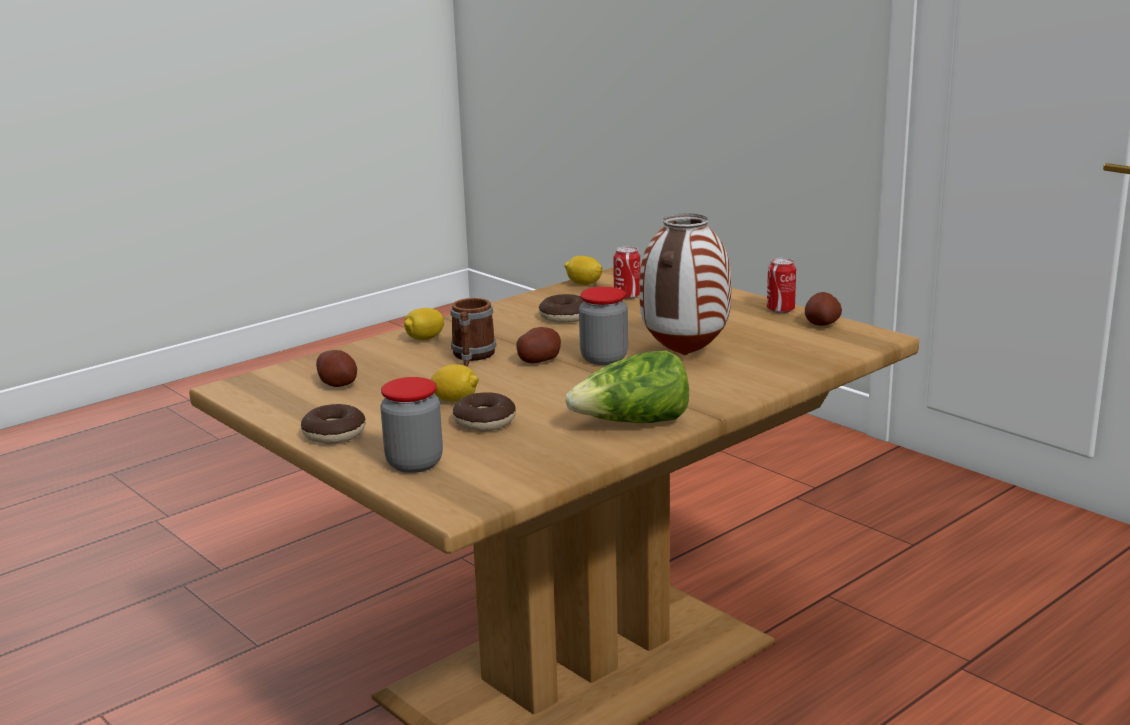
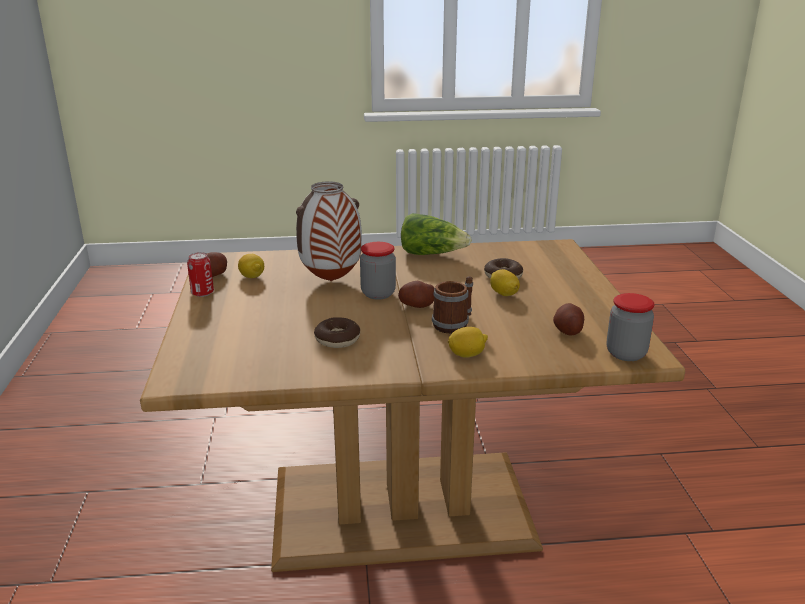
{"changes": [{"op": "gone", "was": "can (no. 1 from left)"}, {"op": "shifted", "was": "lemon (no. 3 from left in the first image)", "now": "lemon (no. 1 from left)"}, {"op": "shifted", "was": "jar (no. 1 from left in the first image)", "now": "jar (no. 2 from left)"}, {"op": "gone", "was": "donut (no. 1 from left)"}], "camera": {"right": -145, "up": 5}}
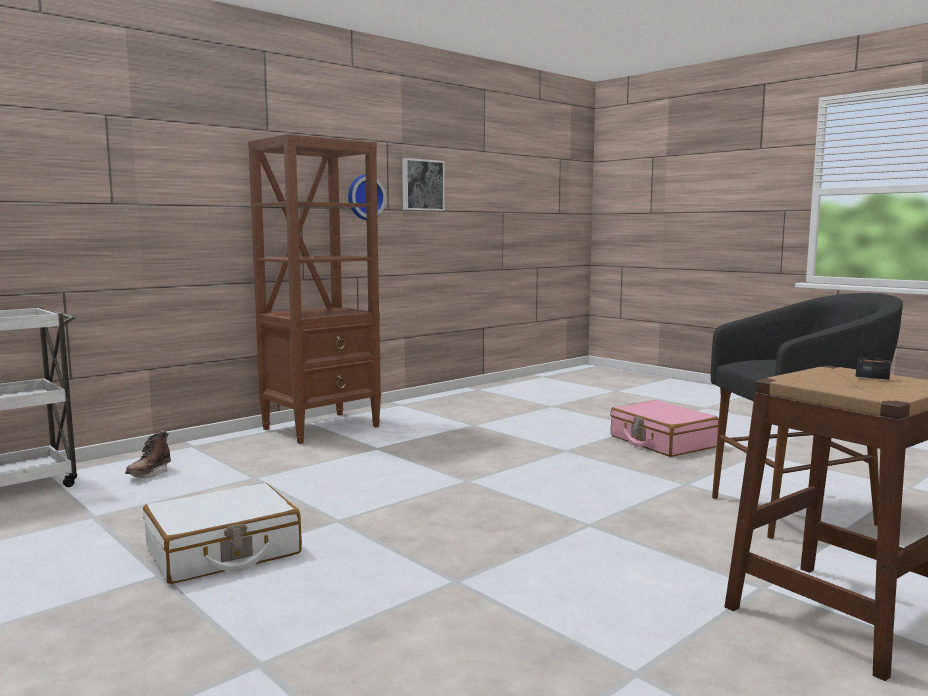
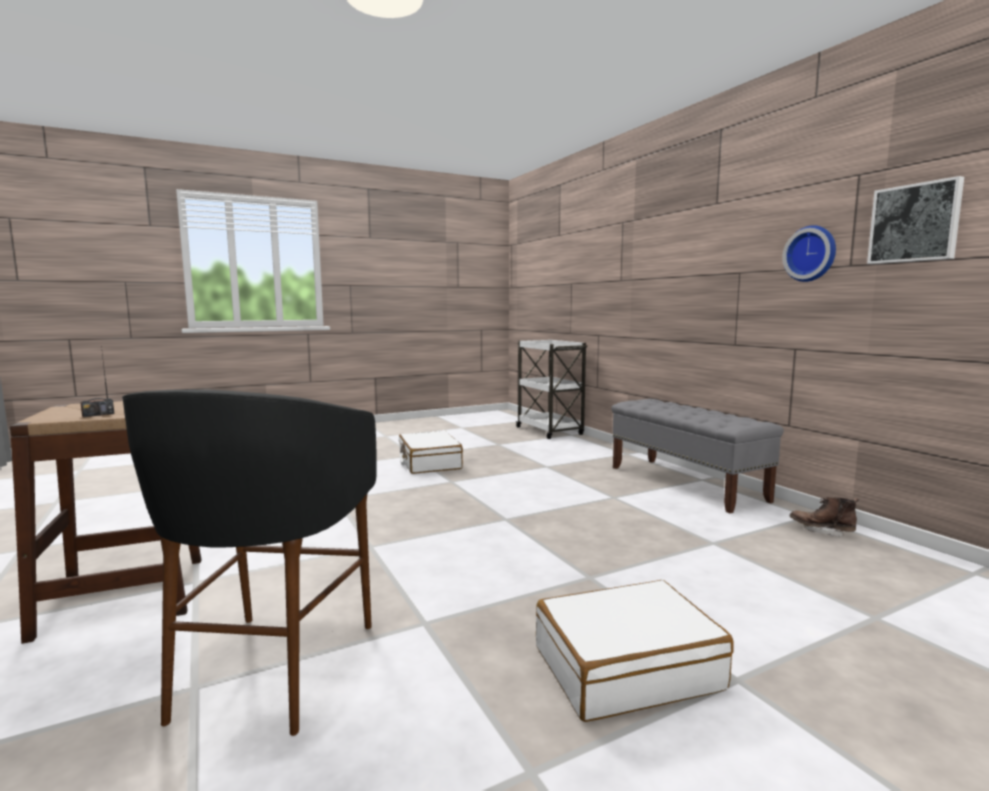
{"changes": [{"op": "swapped", "was": "bookcase in brown", "now": "bench in grey"}, {"op": "repainted", "was": "suitcase in pink", "now": "suitcase in white (no. 2 from left)"}, {"op": "shifted", "was": "boot in brown"}], "camera": {"right": 105, "up": 0}}
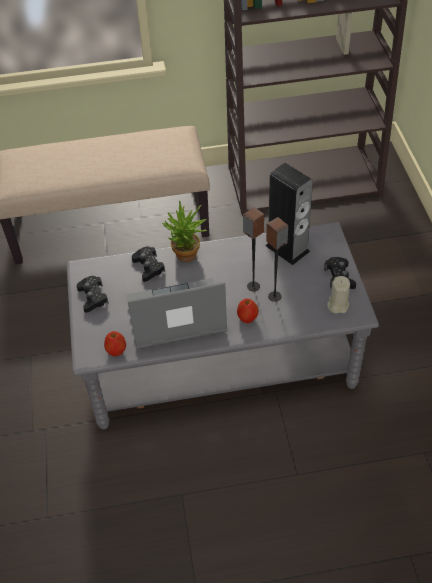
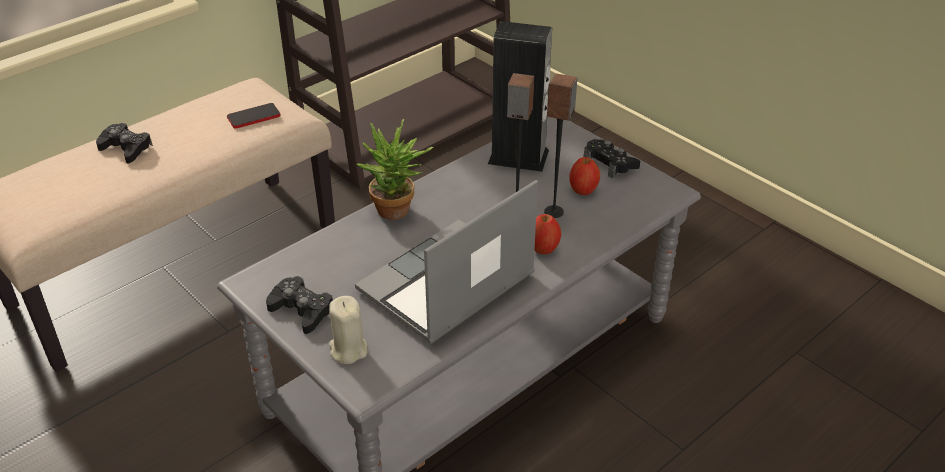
{"changes": [{"op": "shifted", "was": "game controller in black (no. 2 from left in the first image)", "now": "game controller in black (no. 1 from left)"}, {"op": "shifted", "was": "candle in beige"}, {"op": "shifted", "was": "apple (no. 1 from left in the first image)", "now": "apple (no. 2 from left)"}, {"op": "new", "now": "phone"}], "camera": {"right": -35, "up": -10}}
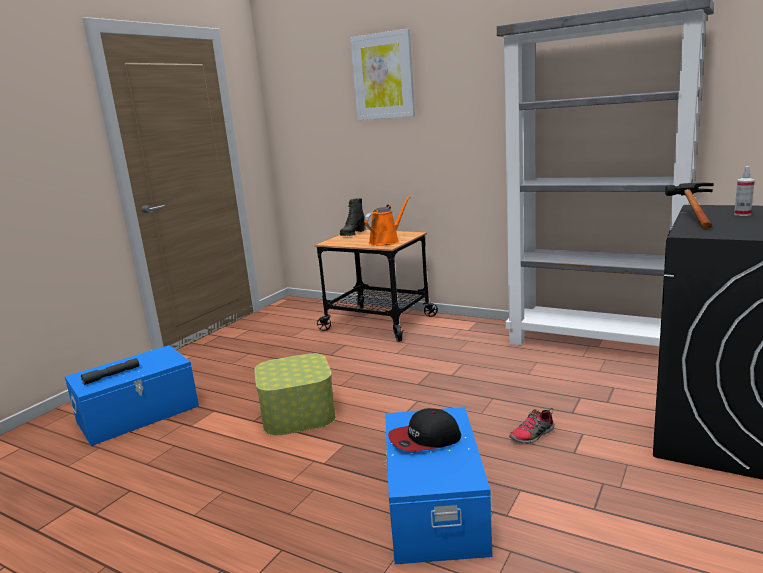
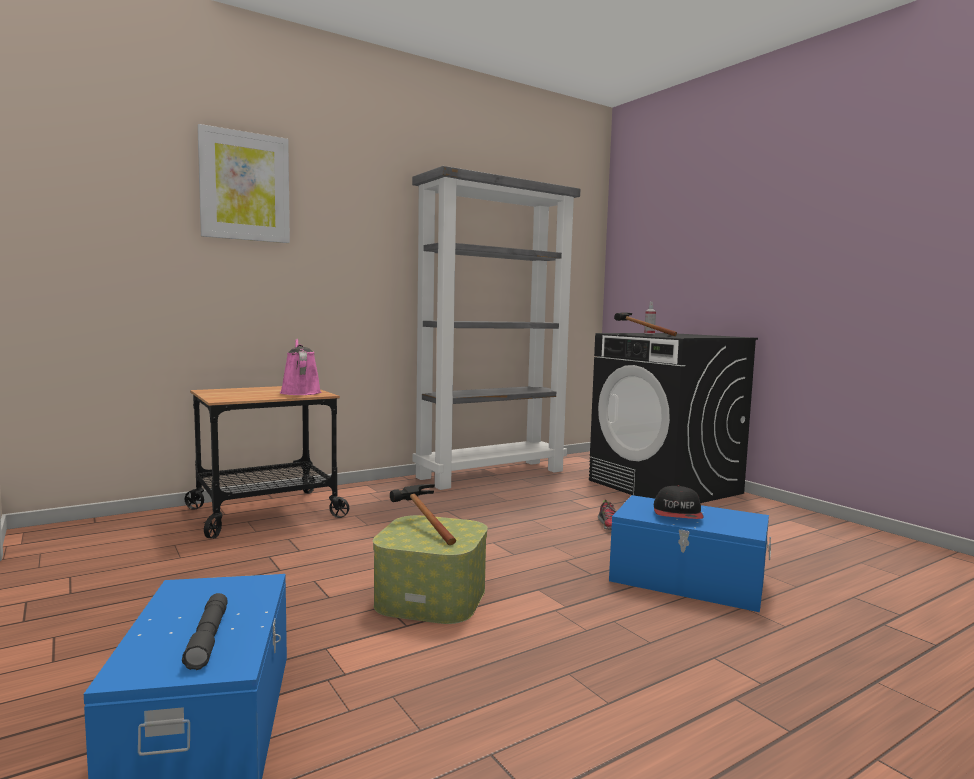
{"changes": [{"op": "repainted", "was": "watering can in orange", "now": "watering can in pink"}, {"op": "gone", "was": "boot in black"}, {"op": "new", "now": "hammer (no. 1 from left)"}], "camera": {"right": -65, "up": -10}}
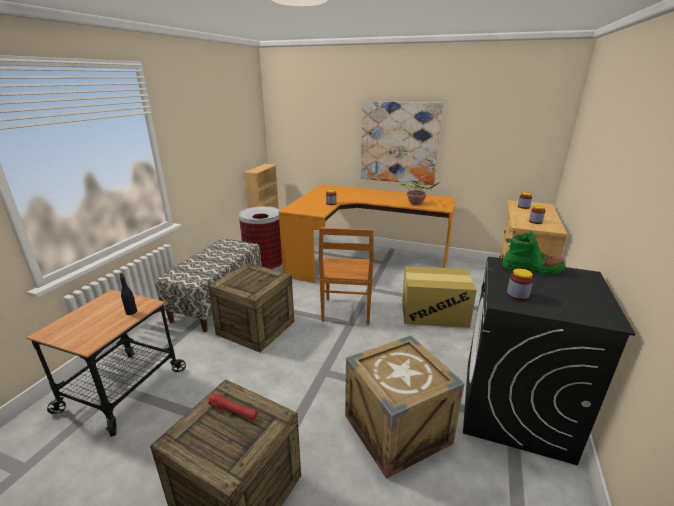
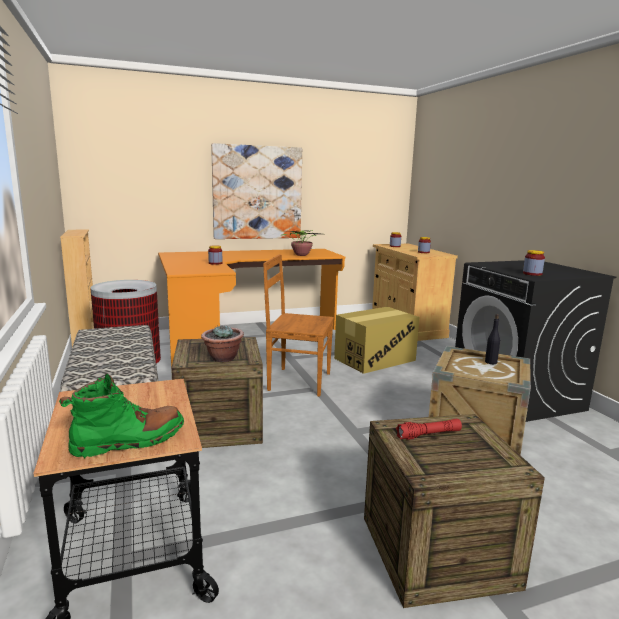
{"changes": [{"op": "rotated", "was": "chair in brown", "clockwise": 135}, {"op": "shifted", "was": "boot in green"}, {"op": "shifted", "was": "bottle in black"}, {"op": "new", "now": "potted plant (no. 1 from left)"}], "camera": {"right": -40, "up": -10}}
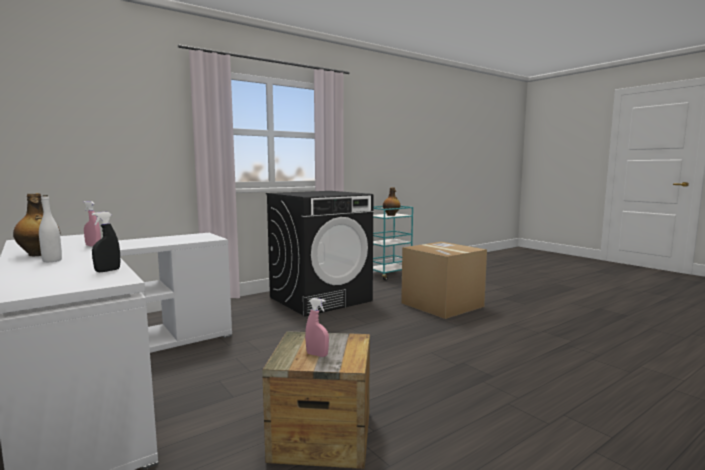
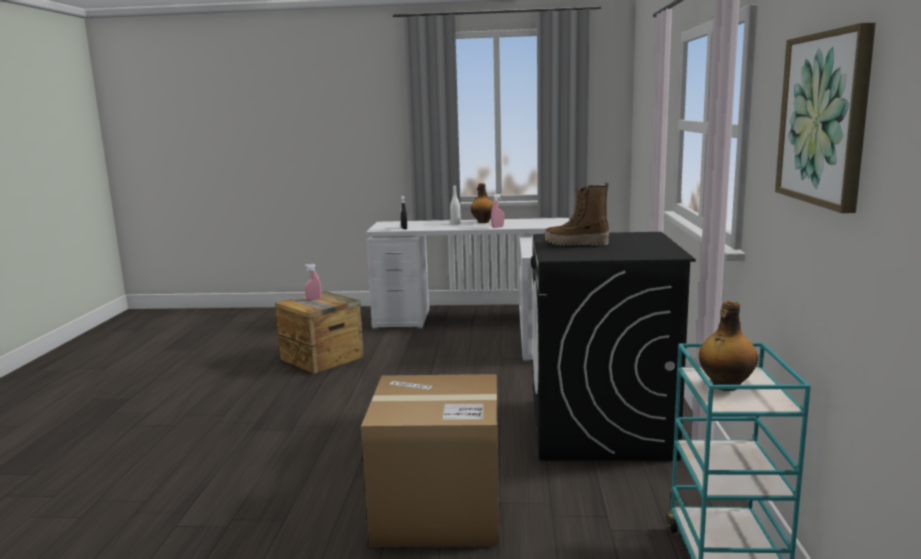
{"changes": [{"op": "new", "now": "picture"}, {"op": "new", "now": "boot"}], "camera": {"right": 130, "up": 5}}
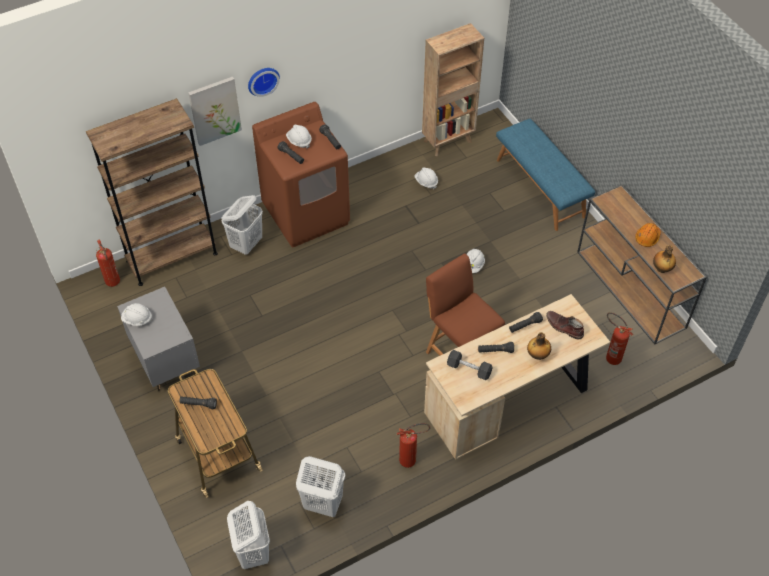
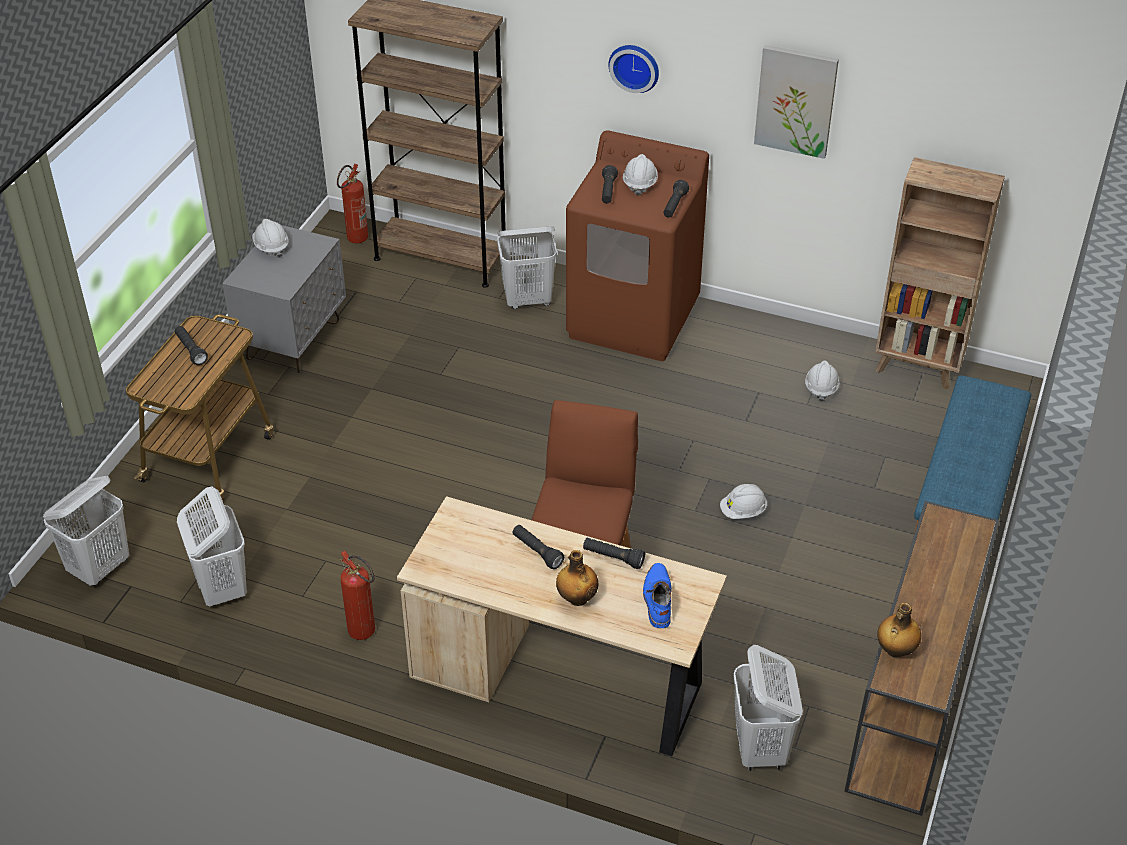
{"changes": [{"op": "shifted", "was": "picture"}, {"op": "gone", "was": "hard hat in orange"}, {"op": "repainted", "was": "boot in brown", "now": "boot in blue"}, {"op": "swapped", "was": "fire extinguisher (no. 3 from left)", "now": "laundry basket in white (no. 4 from left)"}, {"op": "gone", "was": "dumbbell in black"}], "camera": {"right": 50, "up": -10}}
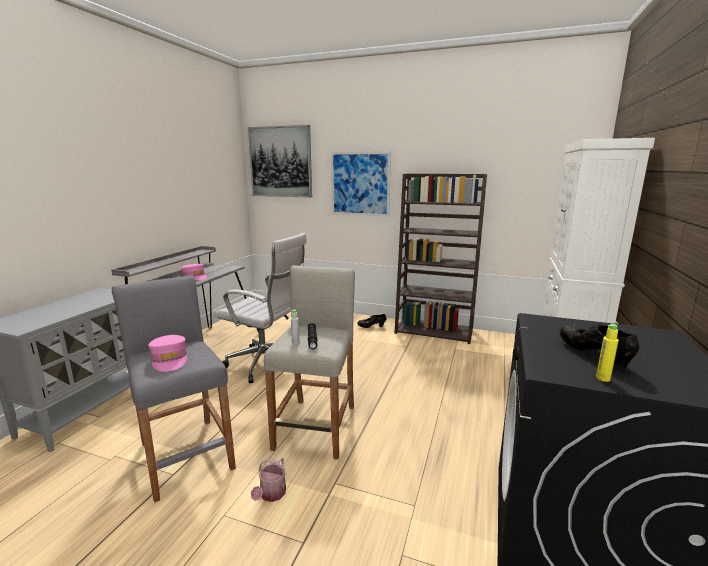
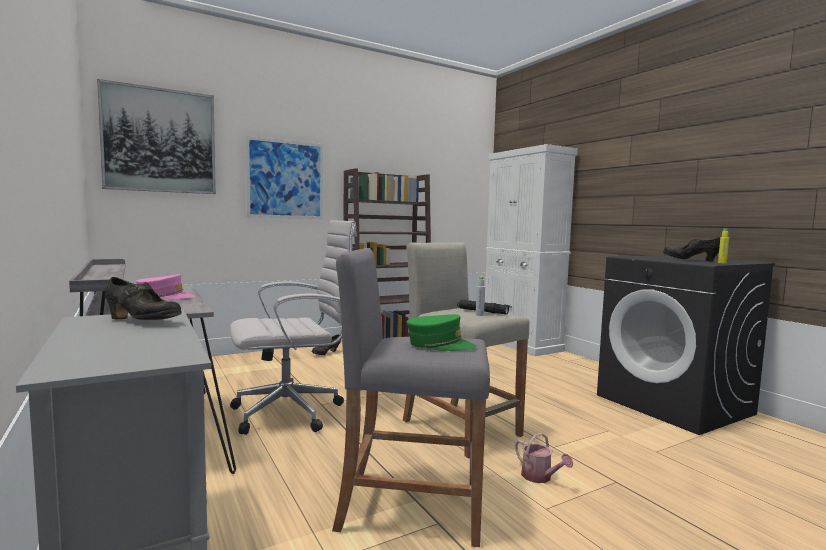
{"changes": [{"op": "repainted", "was": "cap in pink (no. 1 from left)", "now": "cap in green"}, {"op": "new", "now": "shoe in black (no. 1 from left)"}], "camera": {"right": -50, "up": -10}}
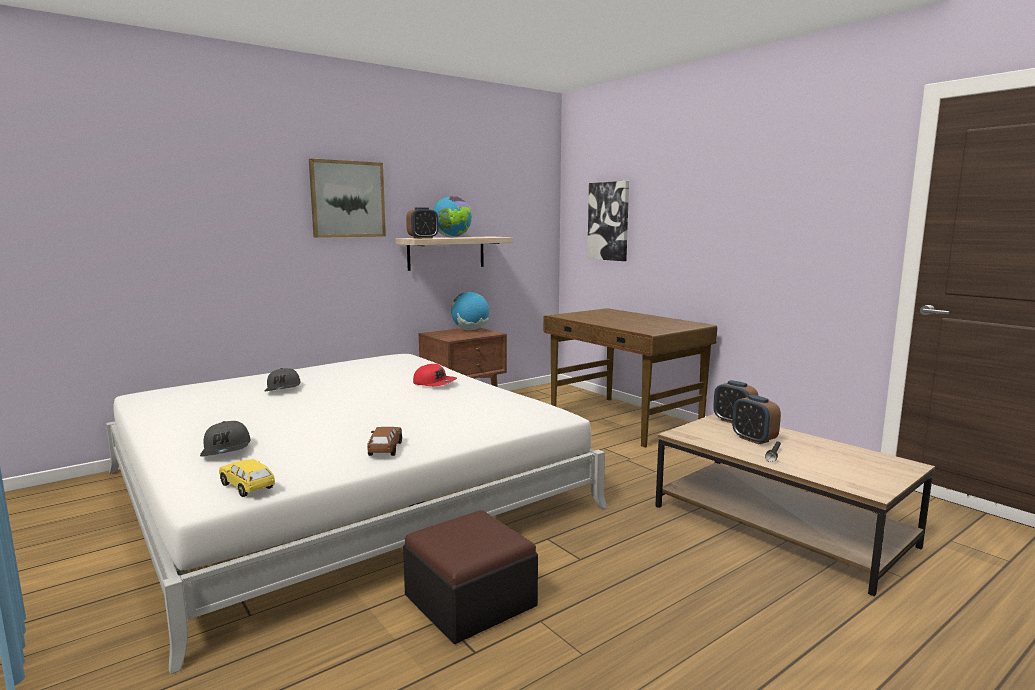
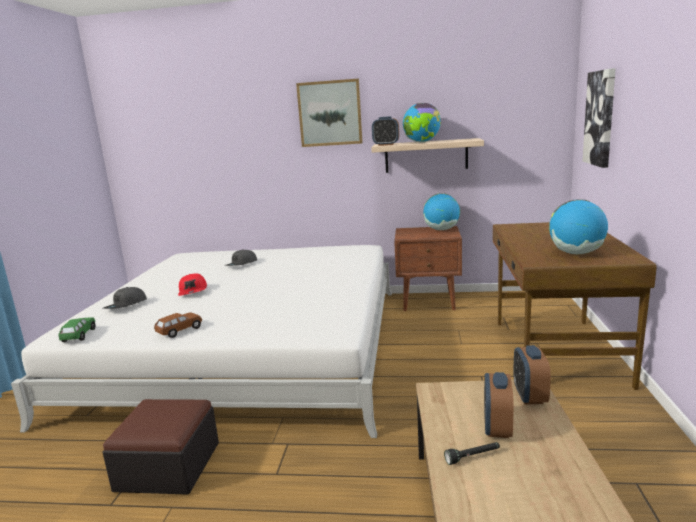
{"changes": [{"op": "shifted", "was": "cap in red"}, {"op": "repainted", "was": "toy car in yellow", "now": "toy car in green"}, {"op": "new", "now": "globe (no. 3 from left)"}], "camera": {"right": 45, "up": 5}}
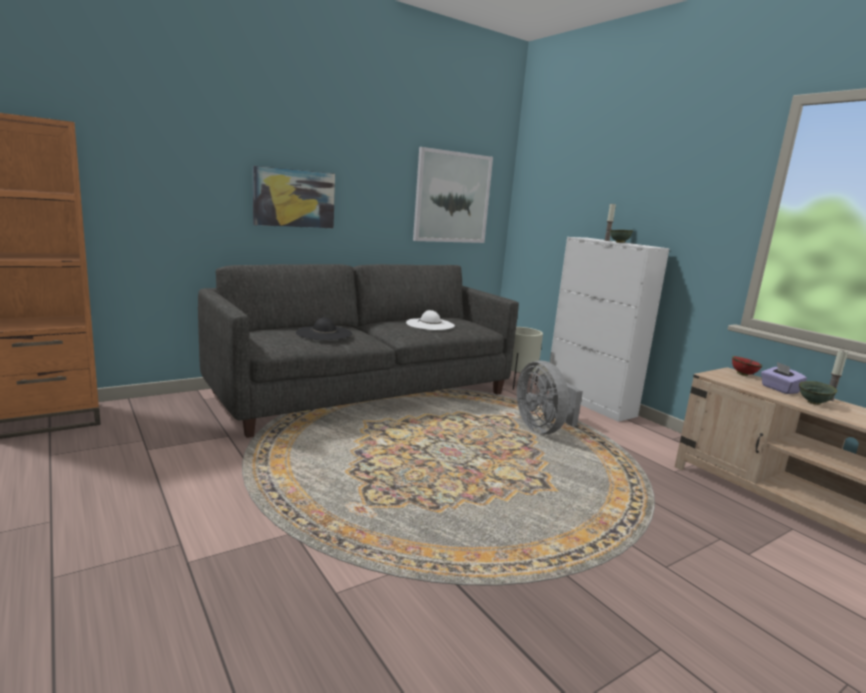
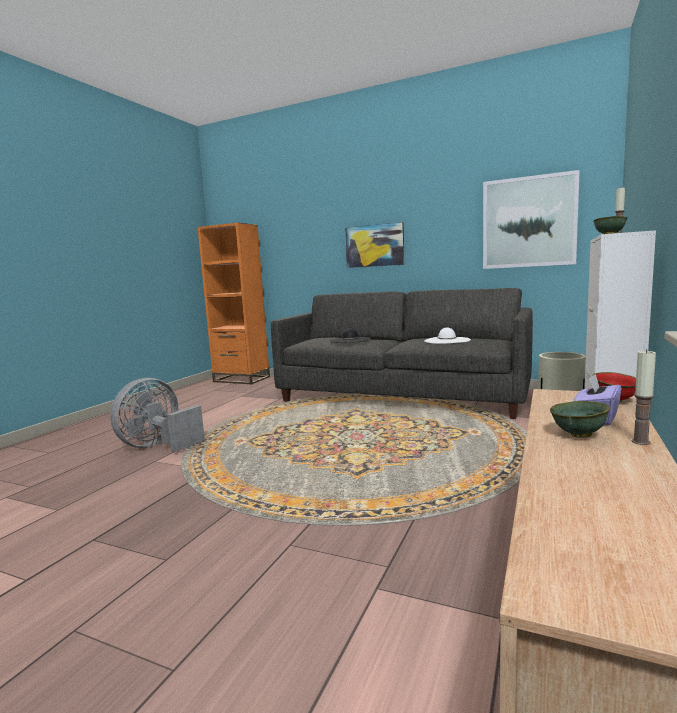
{"changes": [{"op": "shifted", "was": "fan in grey"}], "camera": {"right": 60, "up": -5}}
